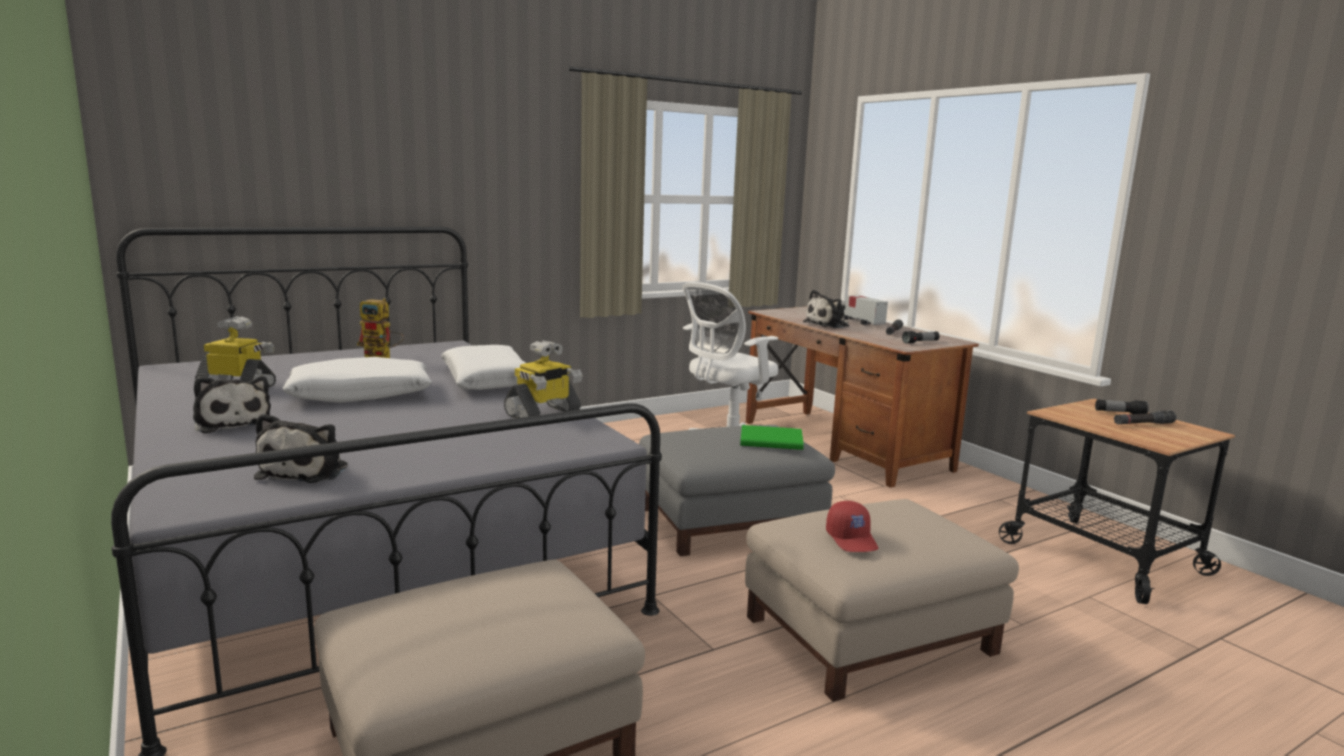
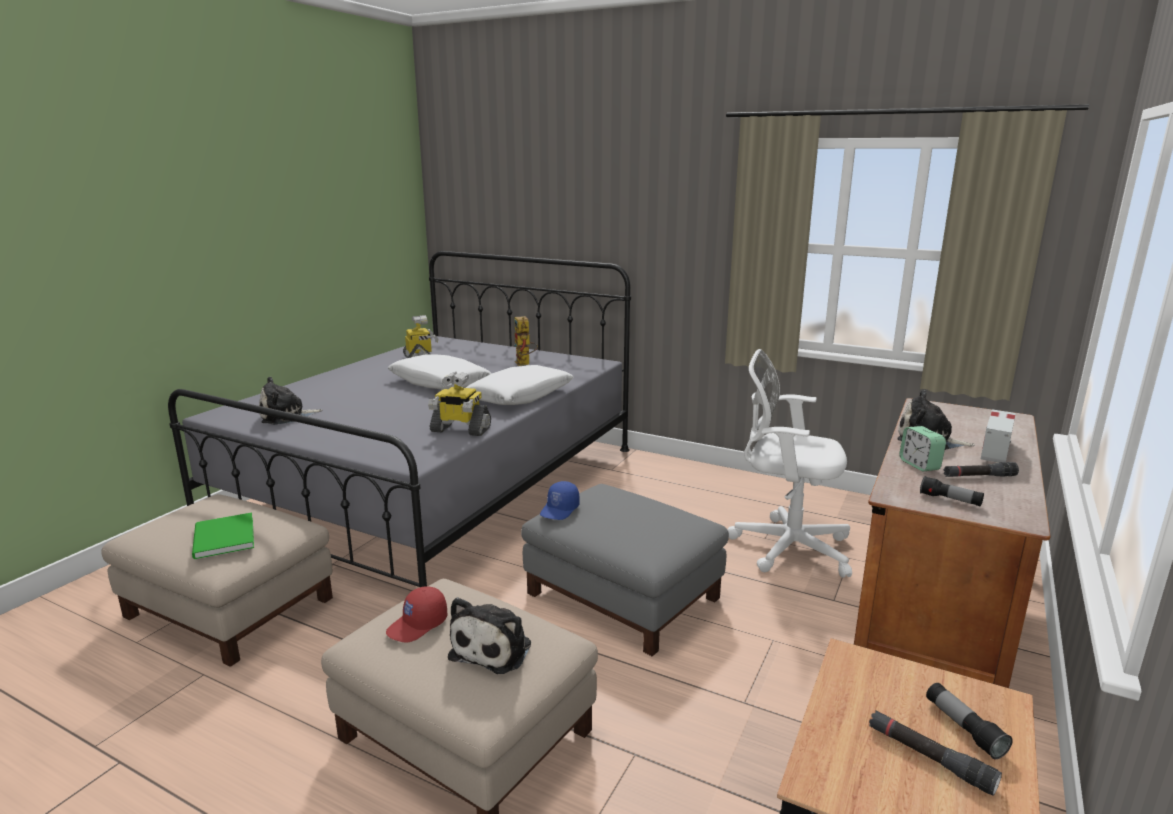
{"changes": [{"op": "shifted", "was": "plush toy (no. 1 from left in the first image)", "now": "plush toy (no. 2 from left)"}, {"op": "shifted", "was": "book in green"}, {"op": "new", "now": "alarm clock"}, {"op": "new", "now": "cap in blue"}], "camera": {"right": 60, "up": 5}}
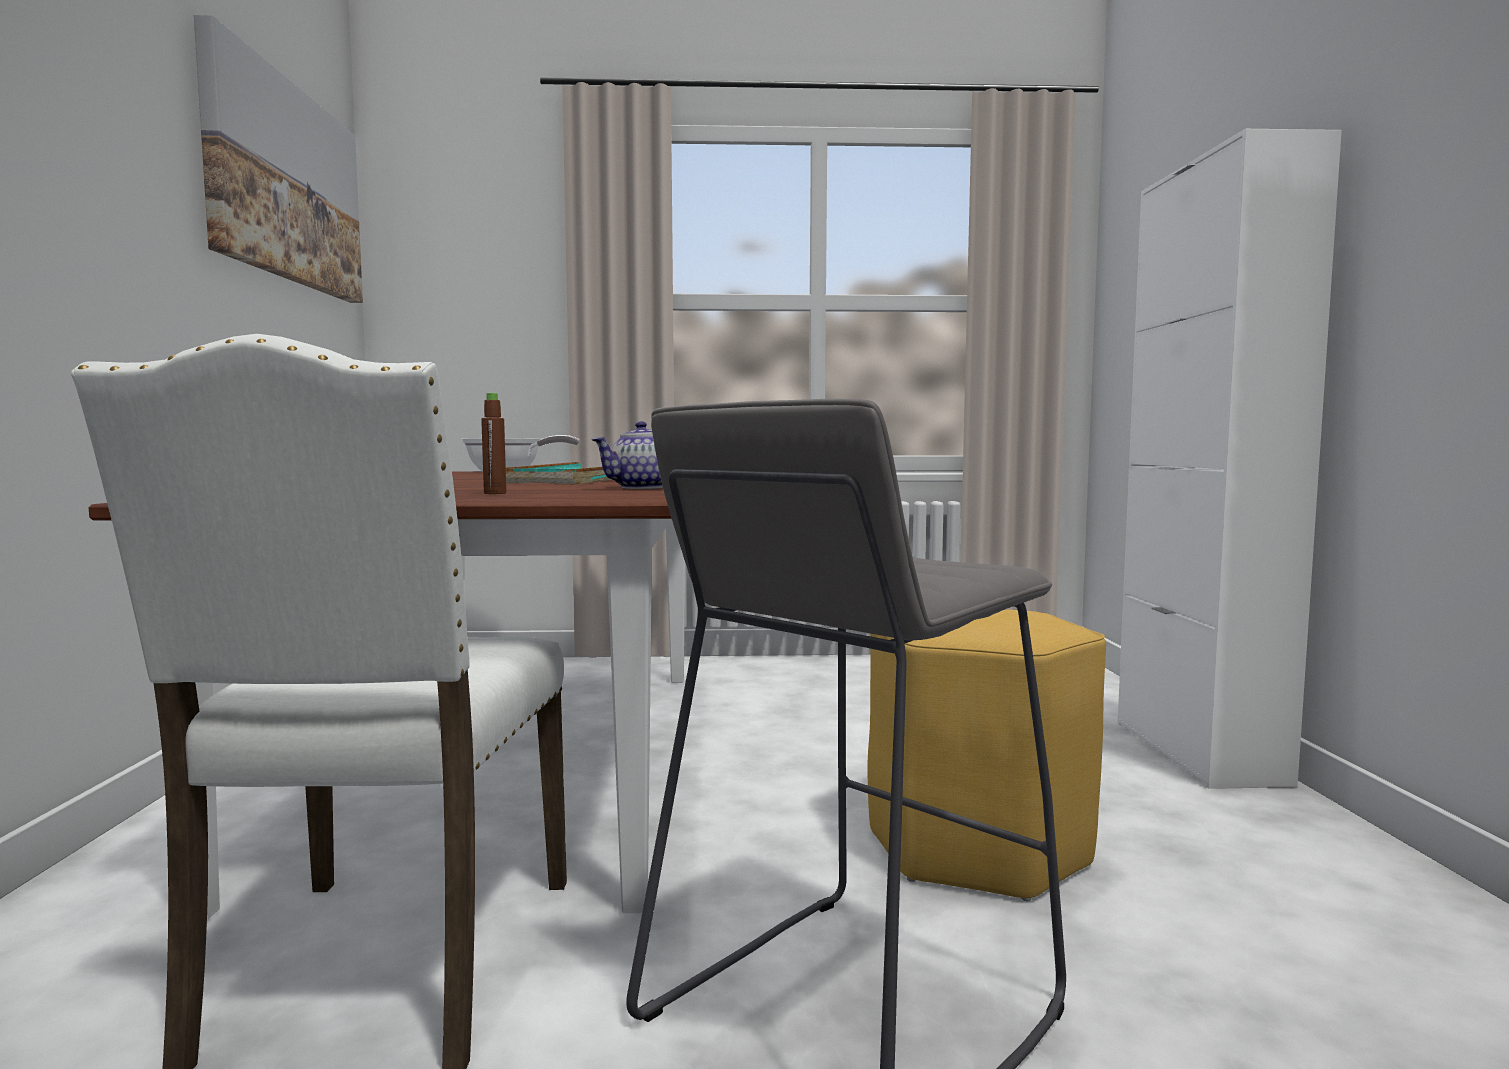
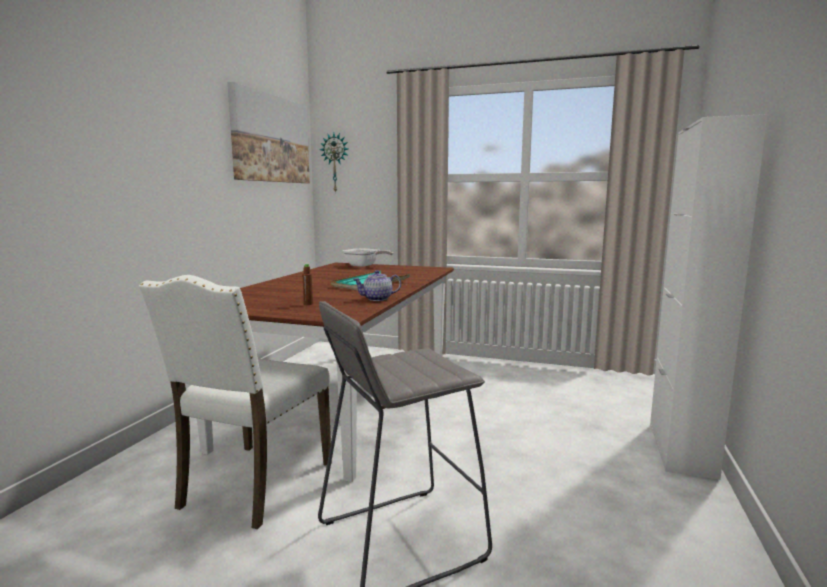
{"changes": [{"op": "gone", "was": "stool in yellow"}, {"op": "new", "now": "wall clock"}], "camera": {"right": 20, "up": 5}}
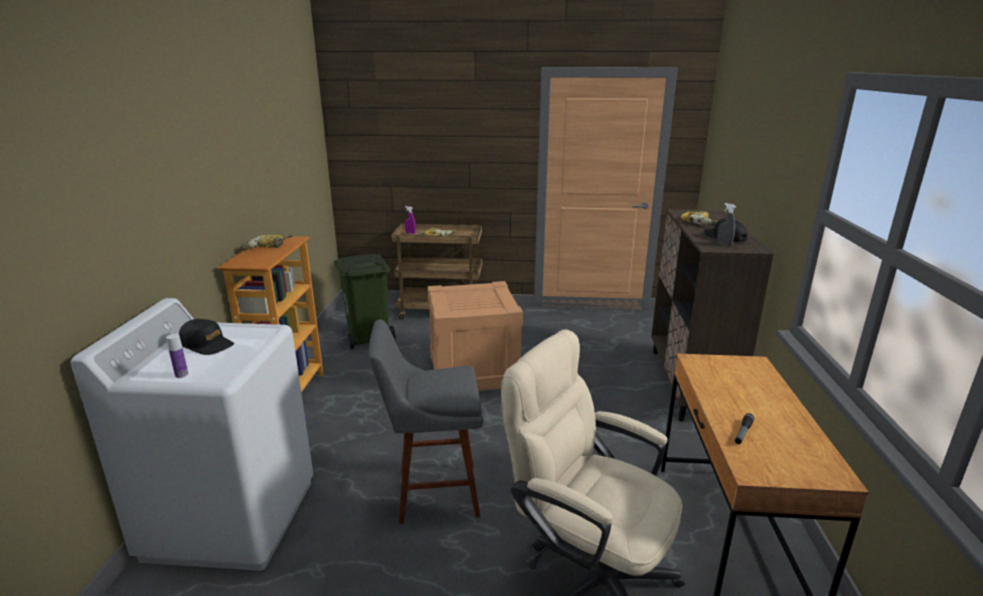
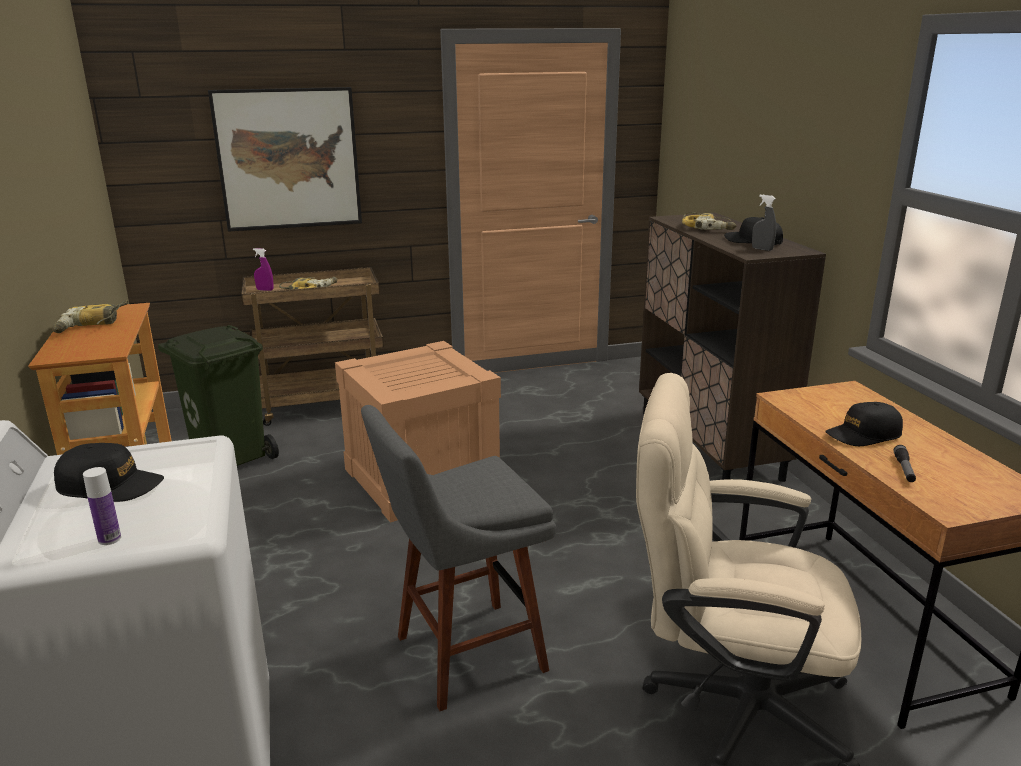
{"changes": [{"op": "new", "now": "picture"}, {"op": "new", "now": "cap in black (no. 3 from left)"}], "camera": {"right": -20, "up": 0}}
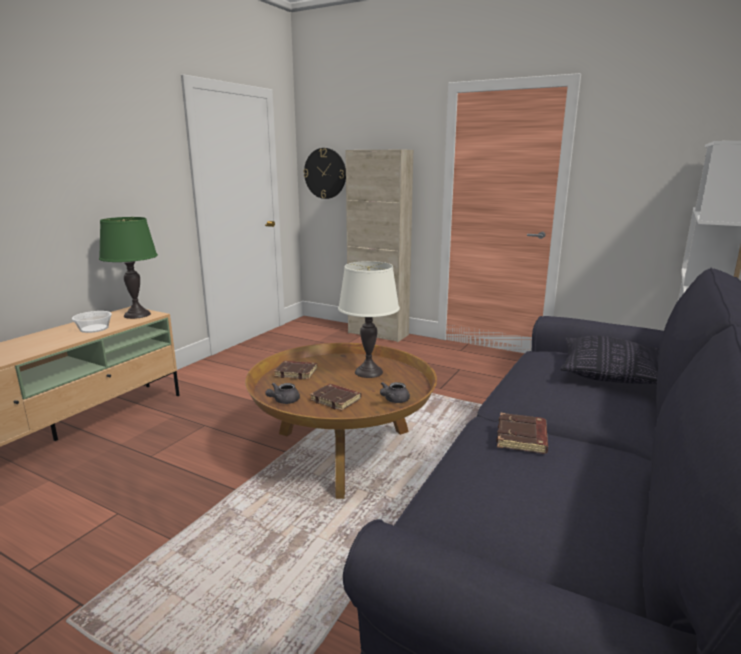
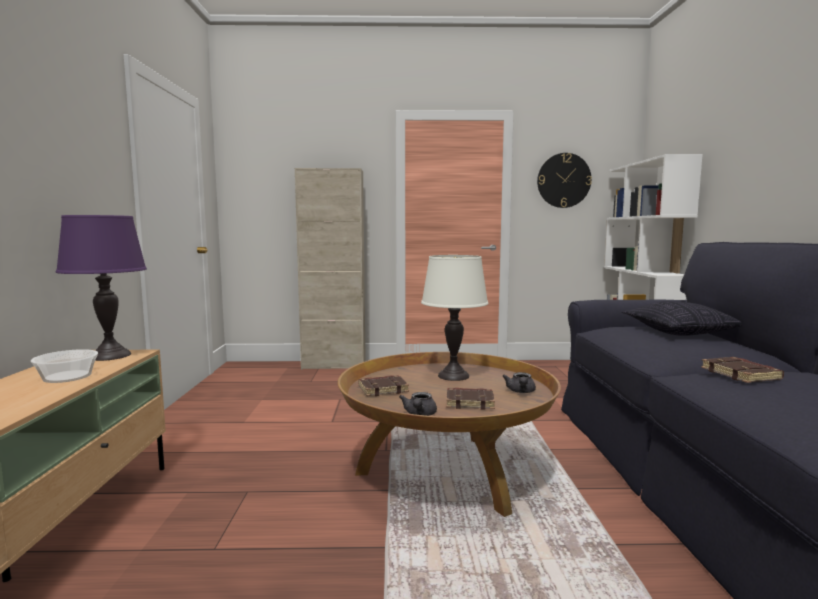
{"changes": [{"op": "shifted", "was": "wall clock"}, {"op": "repainted", "was": "table lamp in green", "now": "table lamp in purple"}], "camera": {"right": -30, "up": -10}}
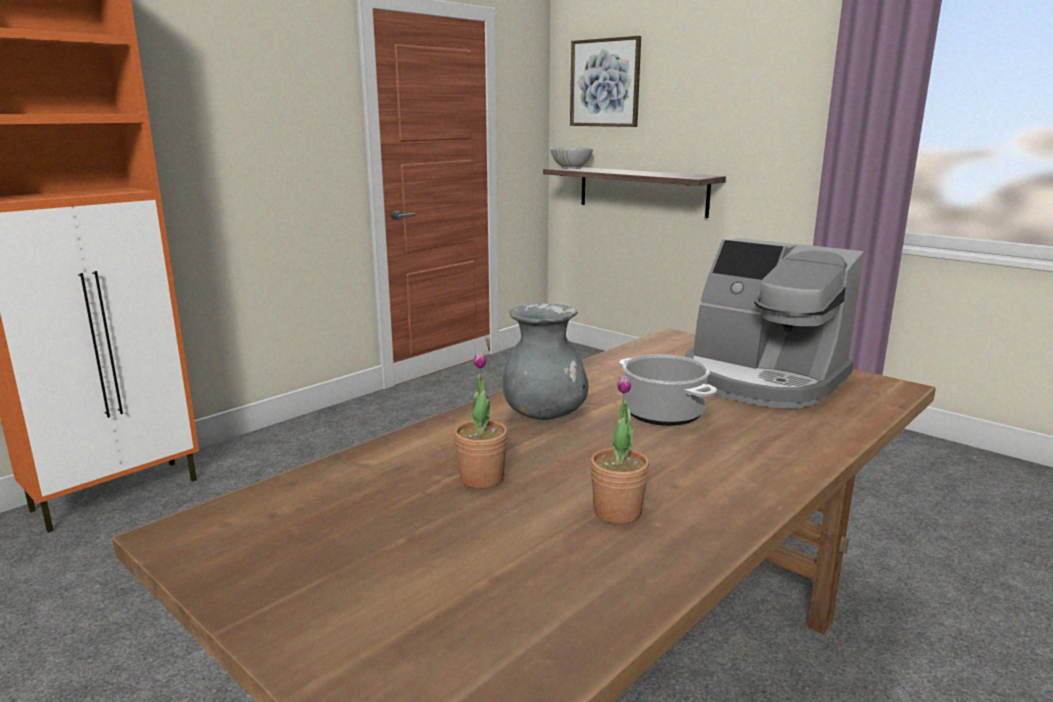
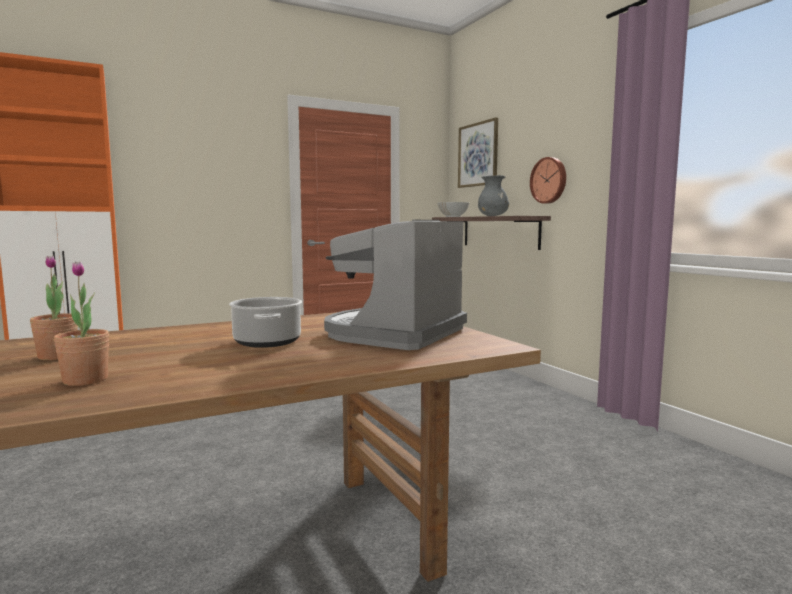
{"changes": [{"op": "rotated", "was": "coffee machine", "clockwise": 60}, {"op": "shifted", "was": "vase in grey"}, {"op": "new", "now": "wall clock"}], "camera": {"right": 20, "up": -10}}
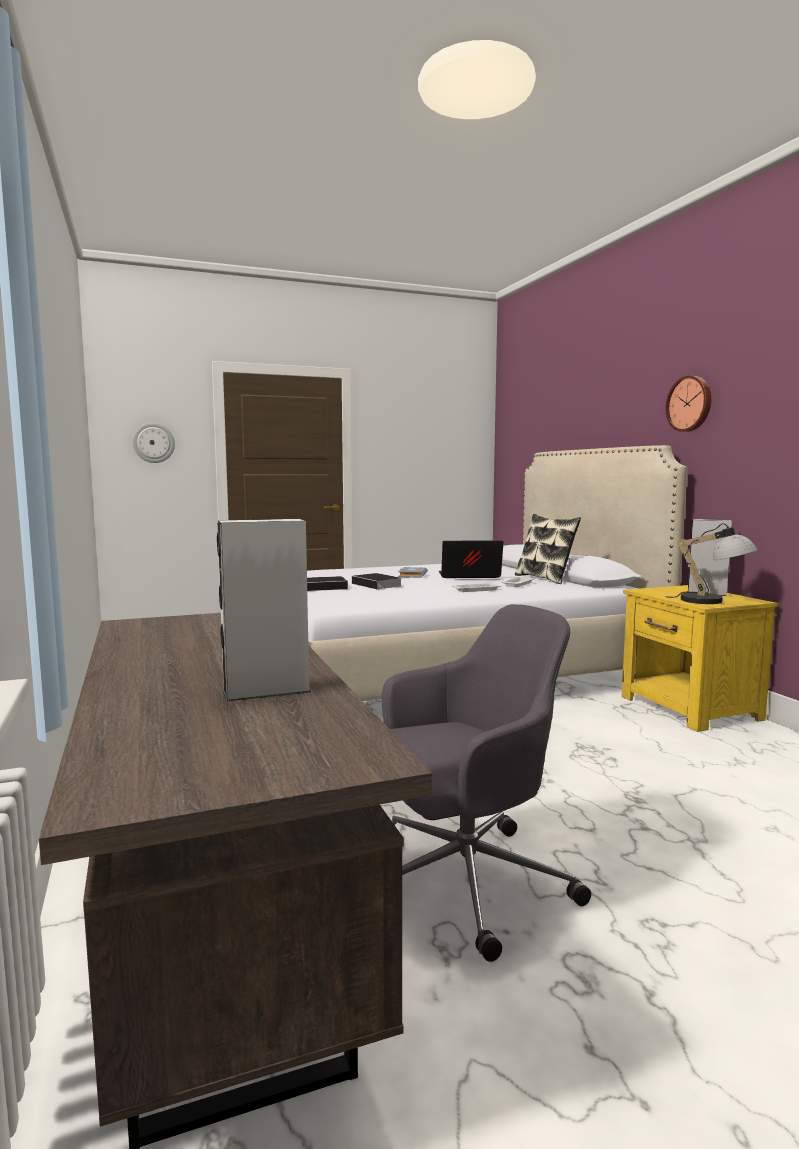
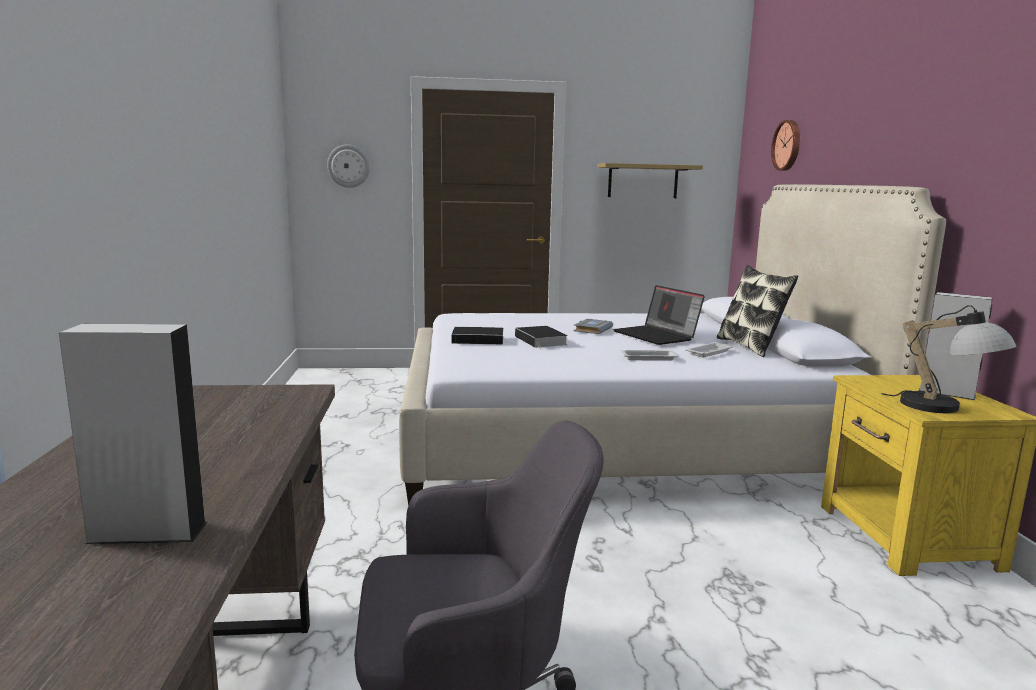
{"changes": [{"op": "shifted", "was": "wall clock (no. 2 from left)"}, {"op": "rotated", "was": "laptop", "clockwise": -135}, {"op": "new", "now": "shelf"}], "camera": {"right": 15, "up": 5}}
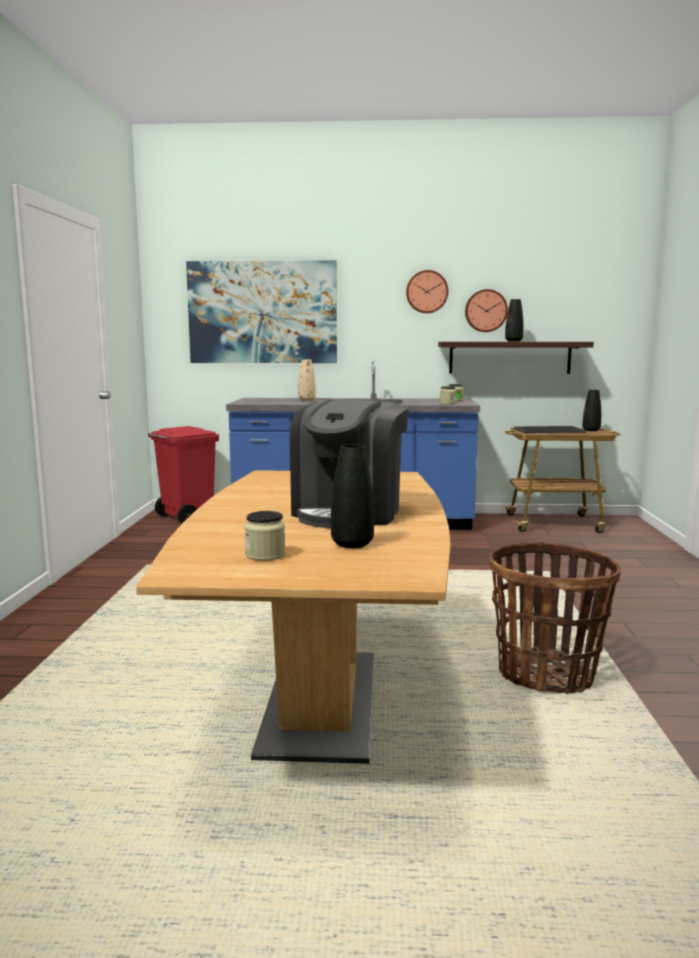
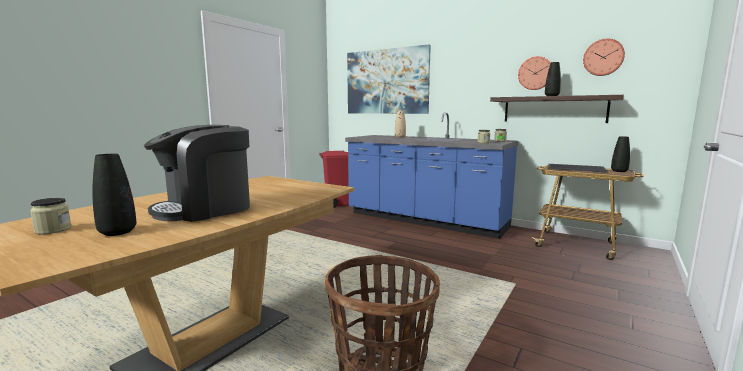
{"changes": [{"op": "shifted", "was": "wall clock (no. 1 from left in the first image)", "now": "wall clock (no. 2 from left)"}], "camera": {"right": 30, "up": 0}}
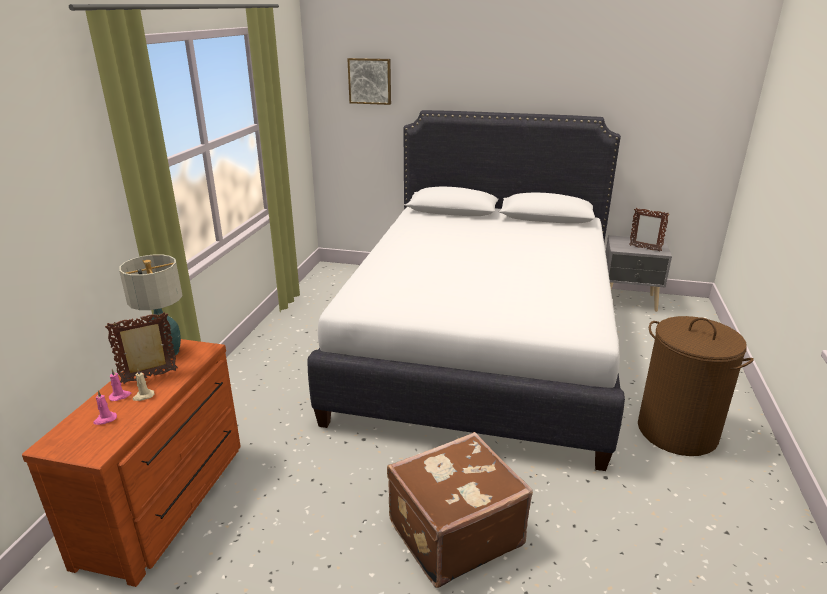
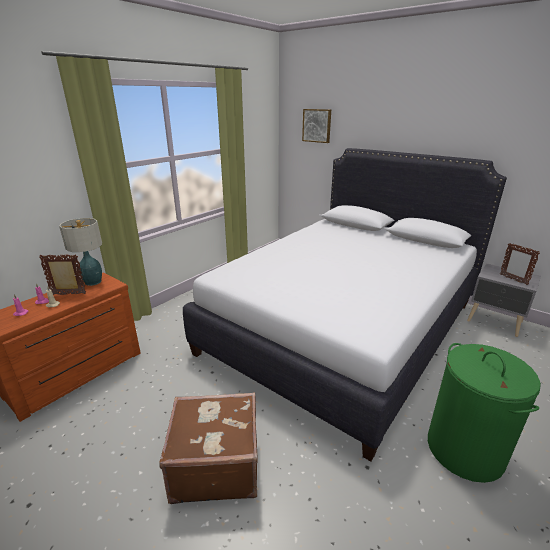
{"changes": [{"op": "repainted", "was": "laundry basket in brown", "now": "laundry basket in green"}], "camera": {"right": 25, "up": 0}}
